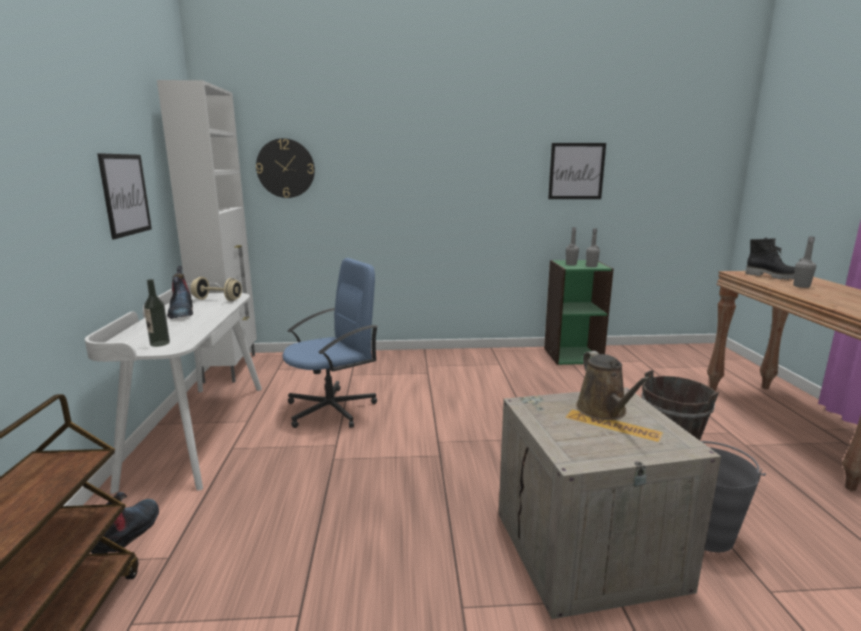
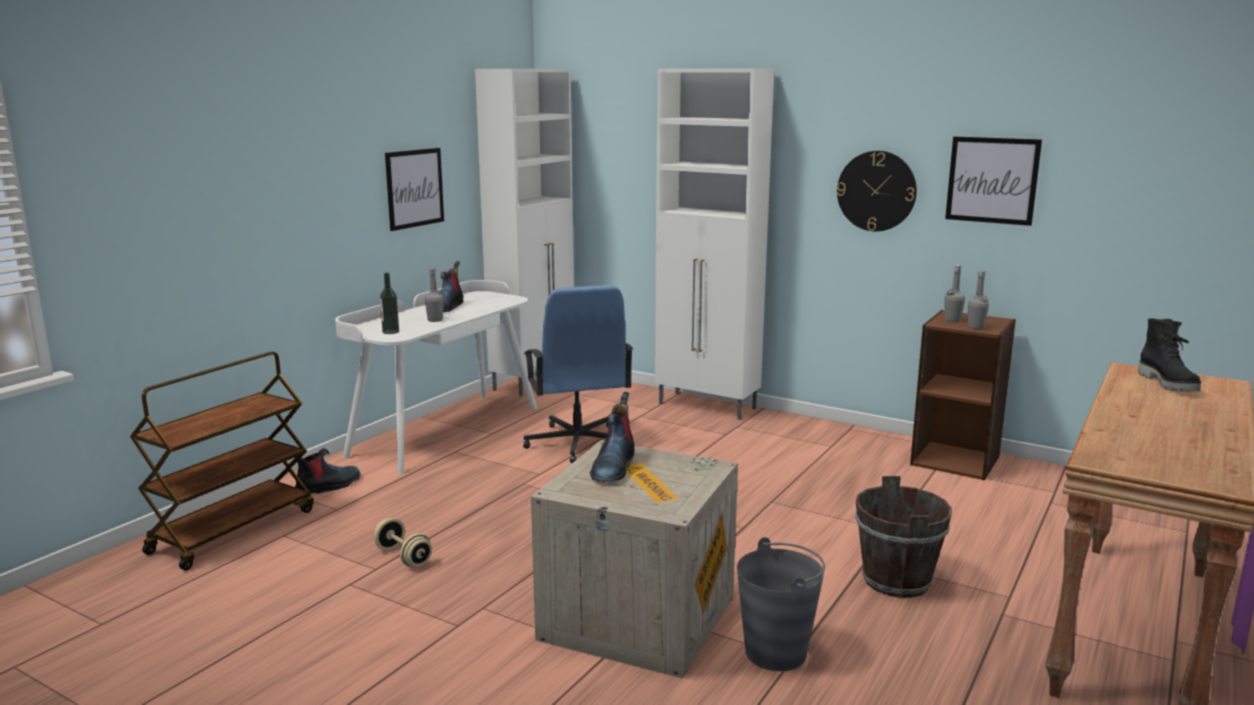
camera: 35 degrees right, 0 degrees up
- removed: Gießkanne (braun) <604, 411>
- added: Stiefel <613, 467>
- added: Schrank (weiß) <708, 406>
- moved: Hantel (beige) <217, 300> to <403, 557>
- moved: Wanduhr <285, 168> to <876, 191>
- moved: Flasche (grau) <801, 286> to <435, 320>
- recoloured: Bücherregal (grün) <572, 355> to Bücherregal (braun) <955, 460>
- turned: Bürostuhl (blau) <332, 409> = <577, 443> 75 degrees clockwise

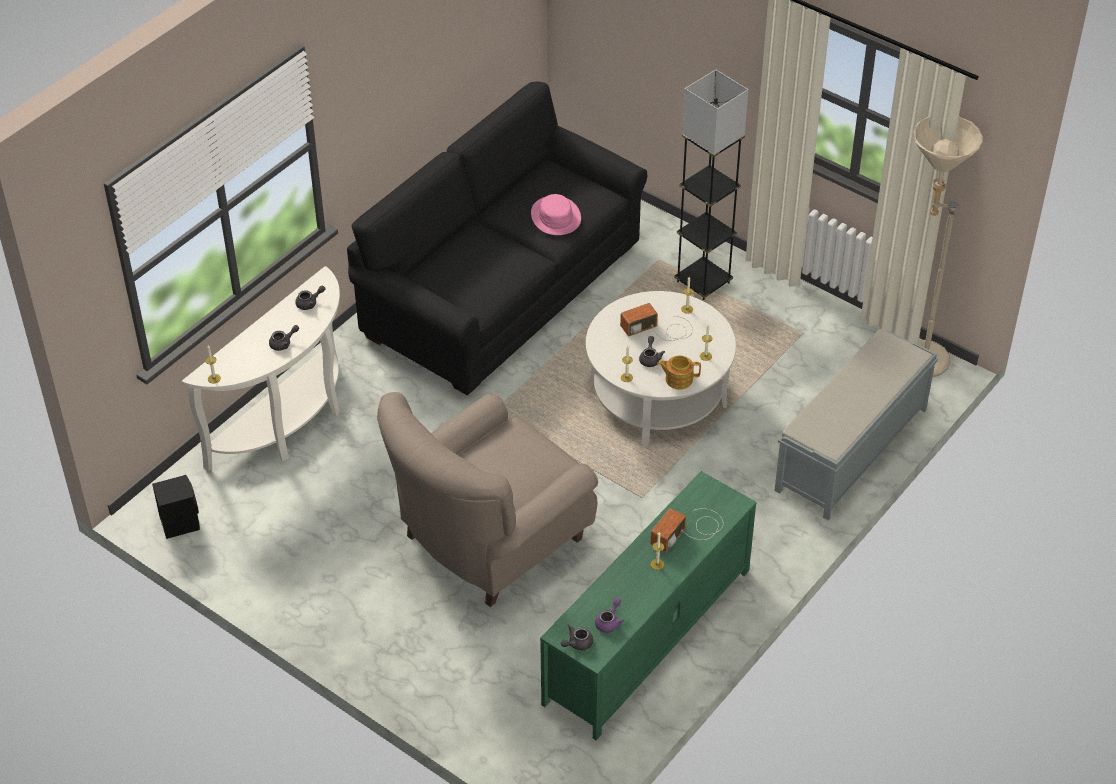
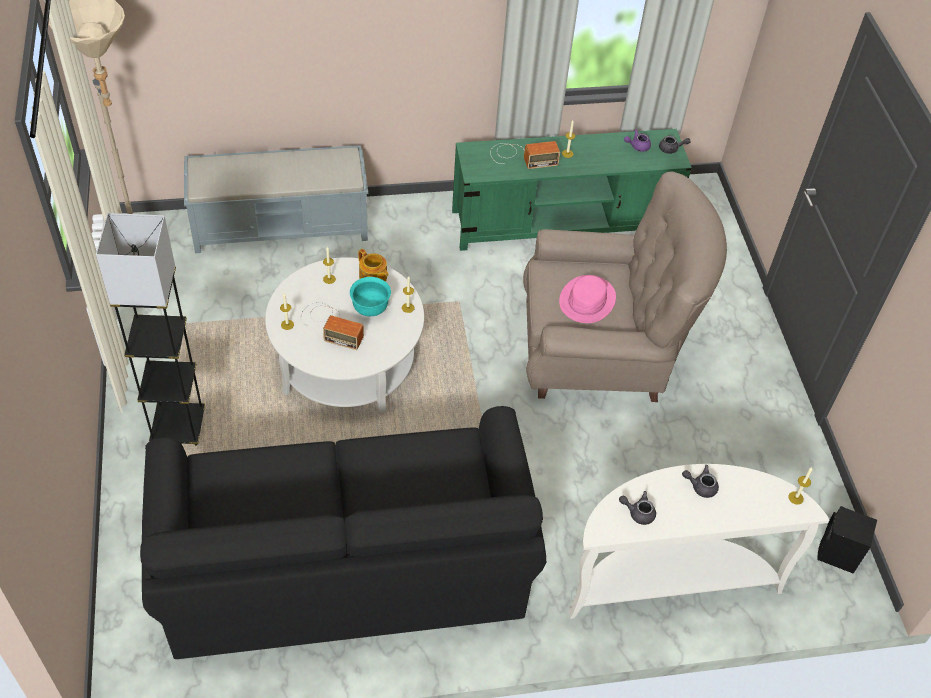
camera: 140 degrees left, 5 degrees up
- moved: Hut (rosa) <555, 217> to <587, 300>
- replaced: Teekanne (grau) <650, 358> to Schüssel (türkis) <370, 308>

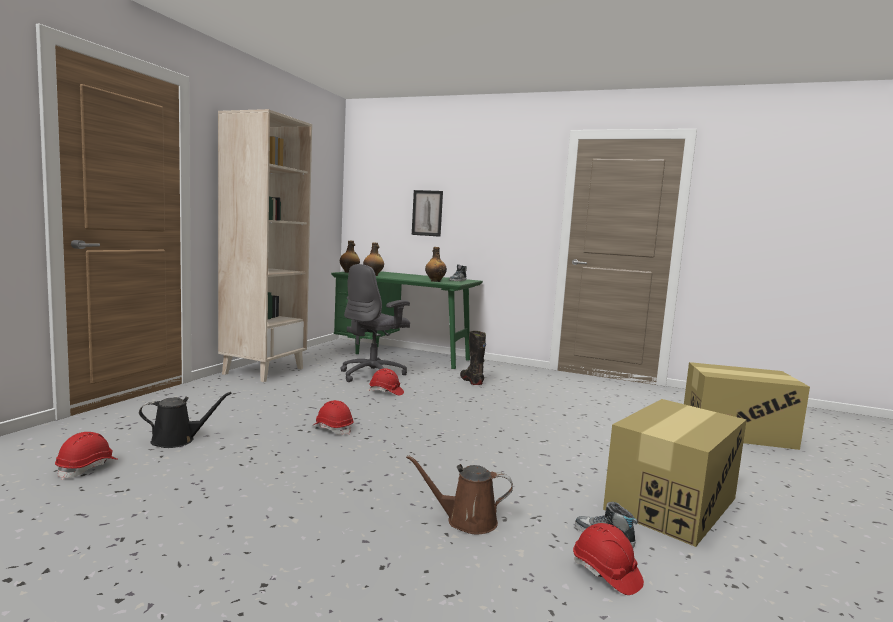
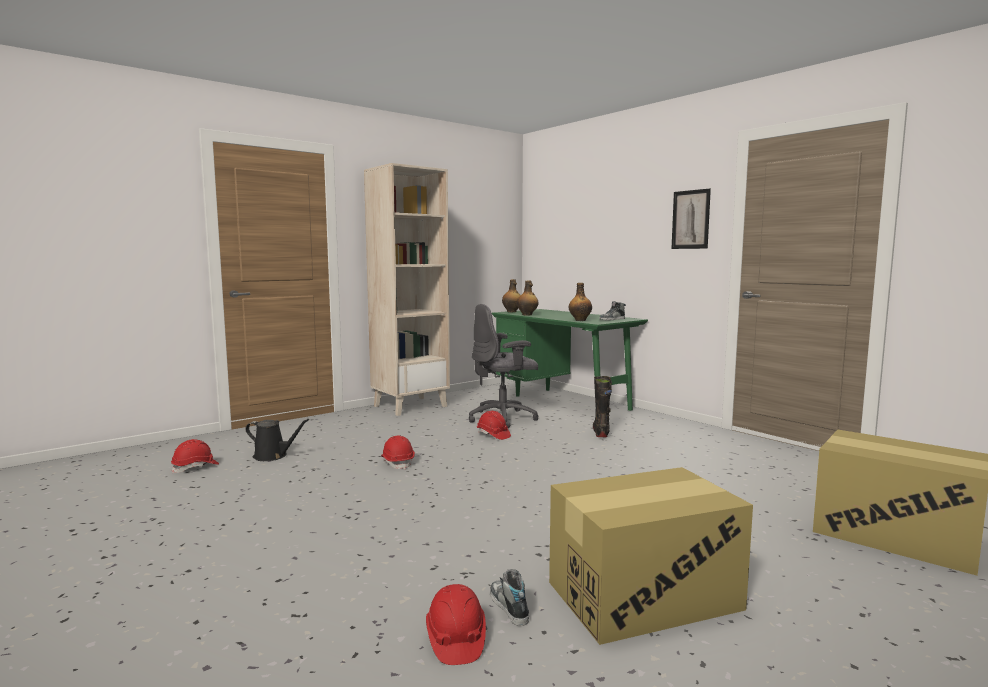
camera: 30 degrees right, 0 degrees up
- removed: Gießkanne (braun) <466, 521>
- moved: Bild <427, 213> to <690, 219>

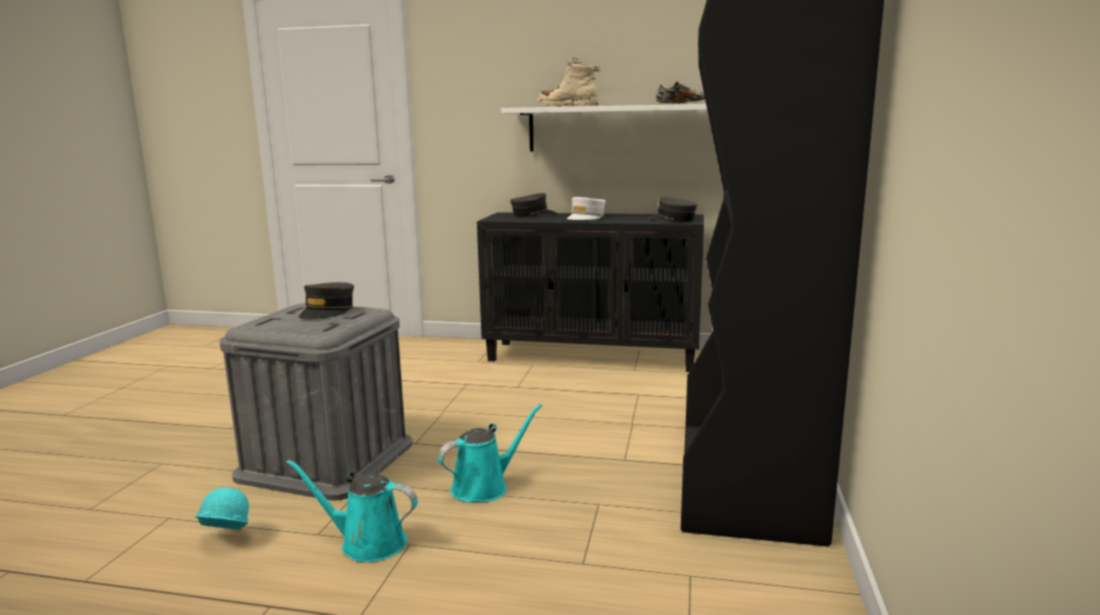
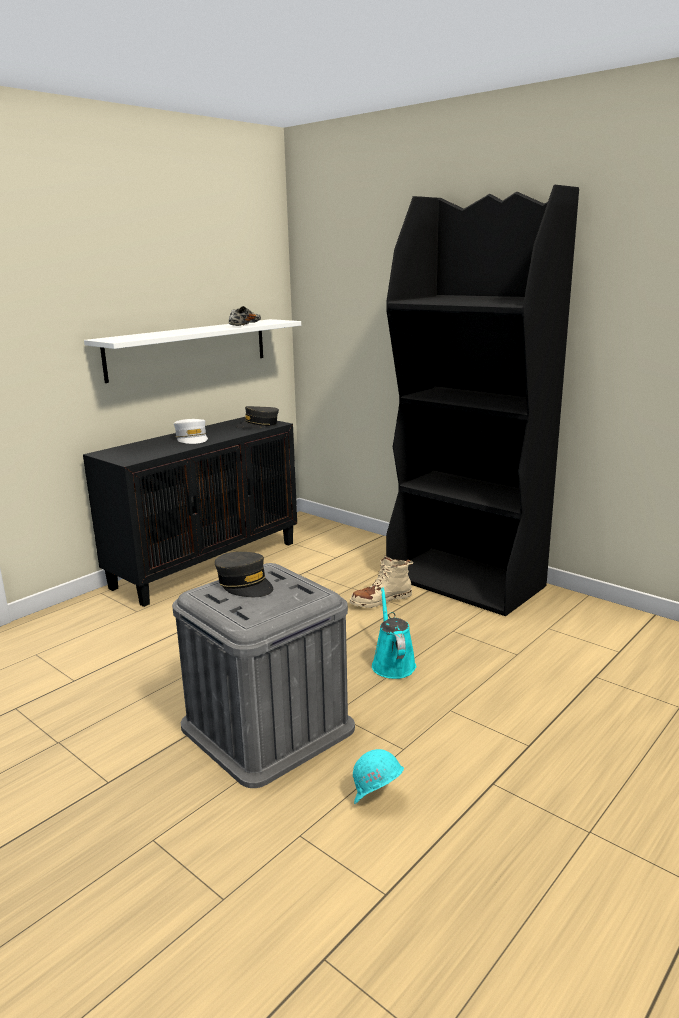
camera: 60 degrees left, 5 degrees up
- removed: Gießkanne (türkis) <367, 543>
- removed: Kappe (grau) <533, 214>
- moved: Stiefel (beige) <568, 106> to <381, 600>

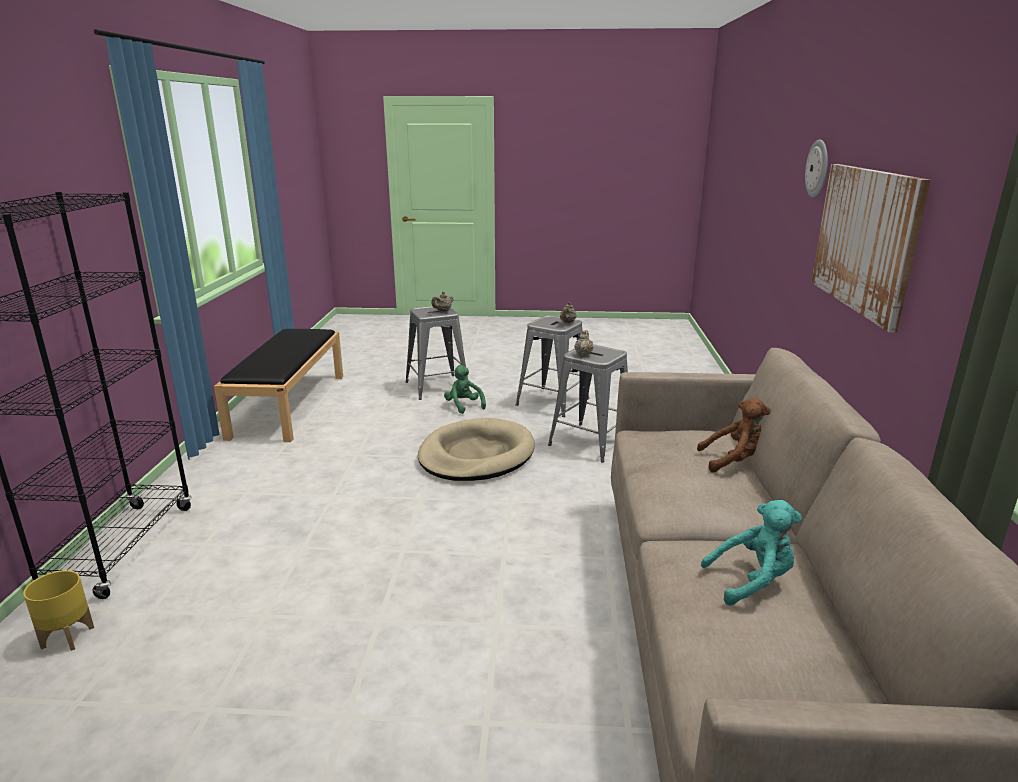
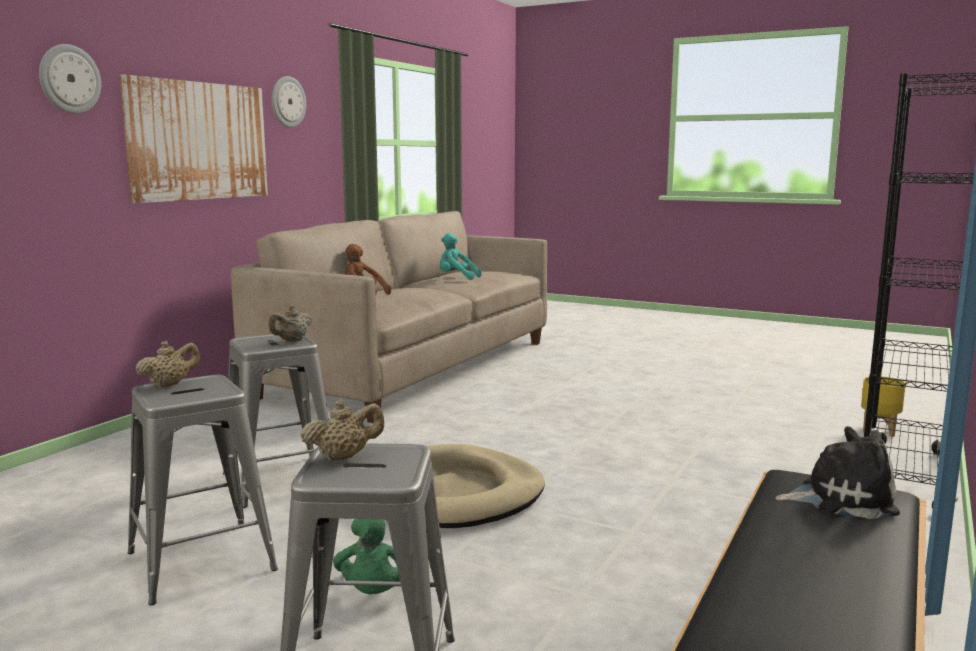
camera: 155 degrees left, 10 degrees down
- added: Wanduhr <287, 102>
- added: Plüschtier <841, 499>

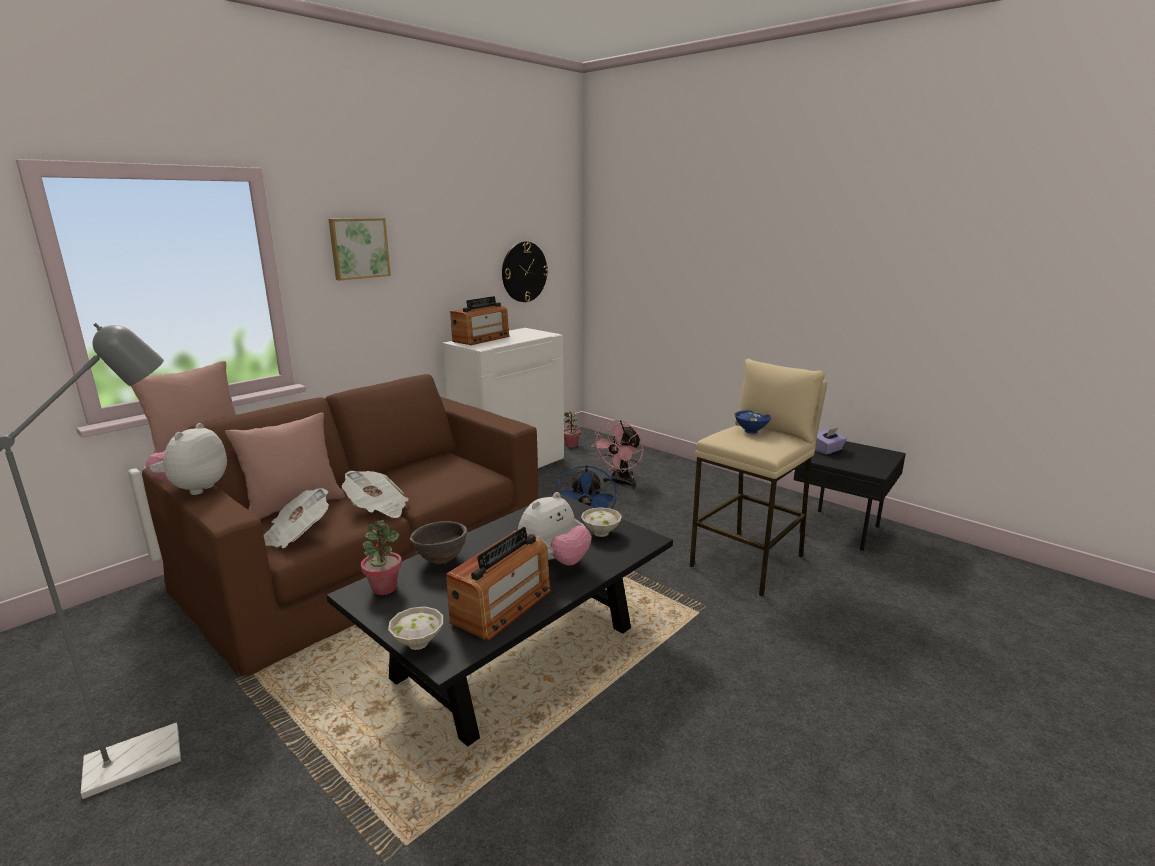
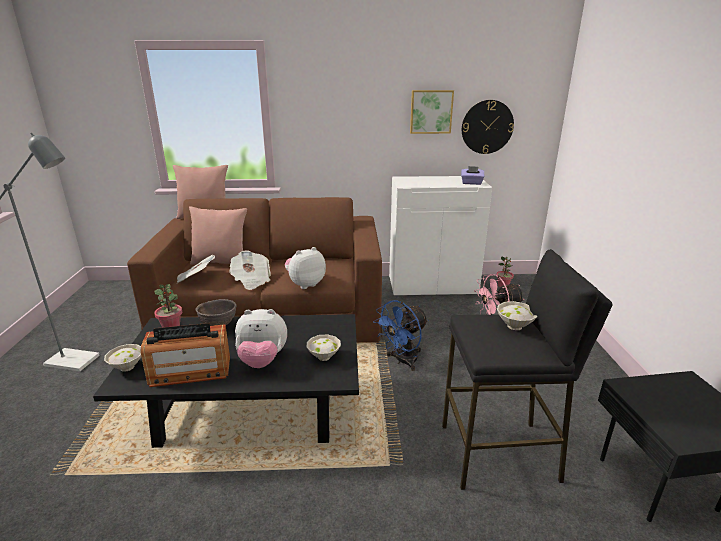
camera: 45 degrees right, 5 degrees up
- removed: Radio <481, 339>
- moved: Plüschtier <194, 489> to <305, 284>
- moved: Bild <359, 248> to <431, 111>
- moved: Taschentuchbox (lila) <828, 450> to <471, 183>
- recoloured: Hocker (beige) <749, 562> to Hocker (schwarz) <500, 454>
- recoloured: Schüssel (blau) <751, 431> to Schüssel (weiß) <515, 326>

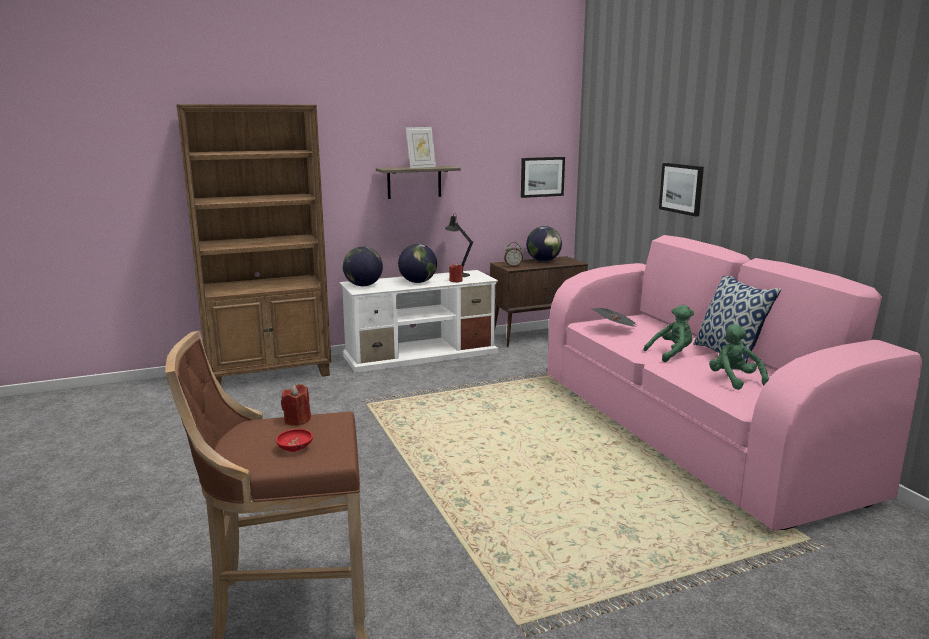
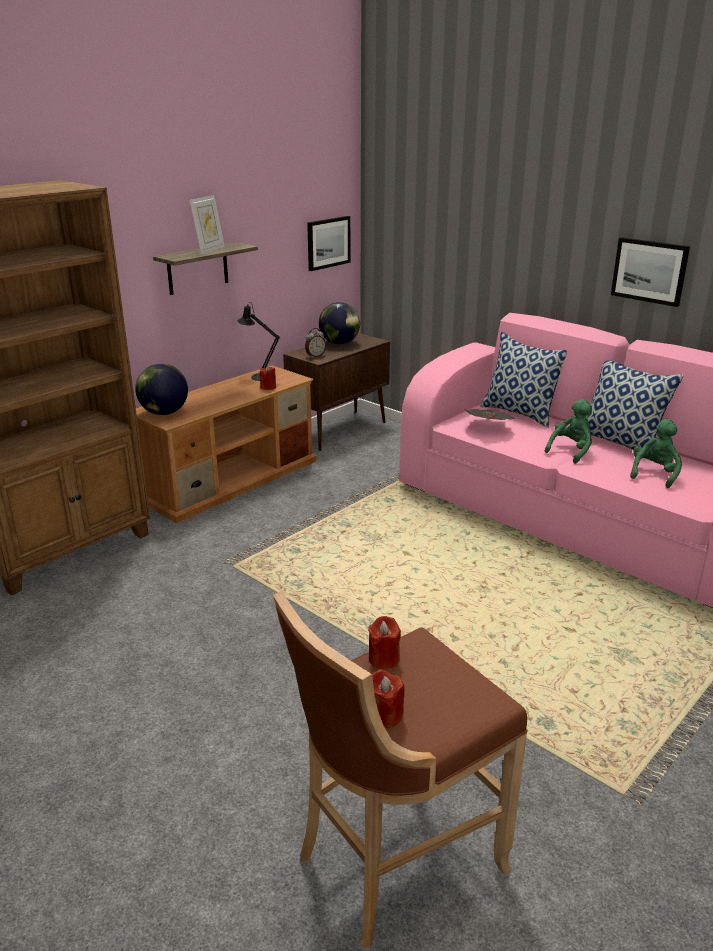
camera: 25 degrees left, 10 degrees up
- removed: Schüssel (rot) <295, 448>
- removed: Globus <418, 282>
- added: Kerze (rot) <385, 715>
- added: Kissen <520, 413>
- moved: Bild <681, 188> to <649, 271>
- recoloured: Fernsehschrank (weiß) <421, 354> to Fernsehschrank (braun) <232, 479>
- turned: Plüschtier (grün) <734, 380> = <654, 474> 75 degrees clockwise

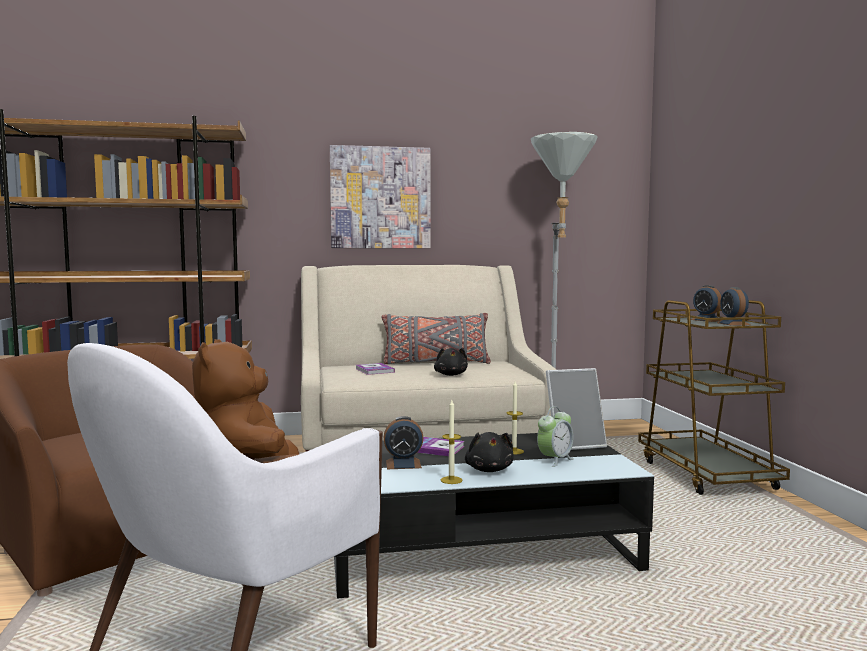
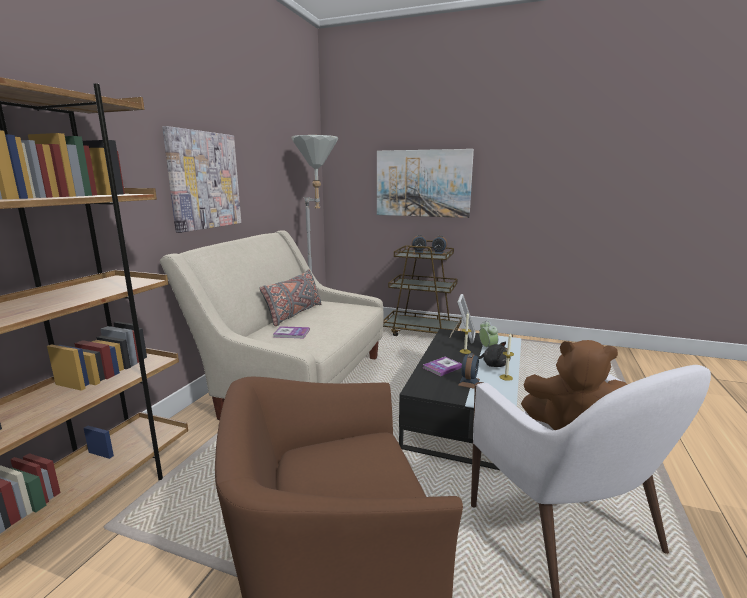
camera: 60 degrees left, 10 degrees up
- removed: Plüschtier (schwarz) <451, 375>
- added: Bild <423, 183>

